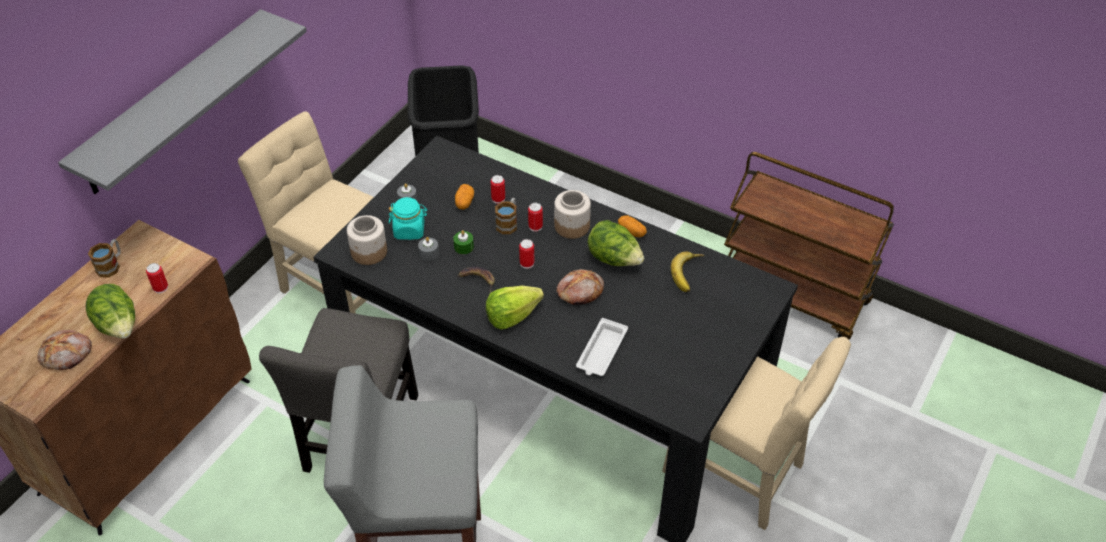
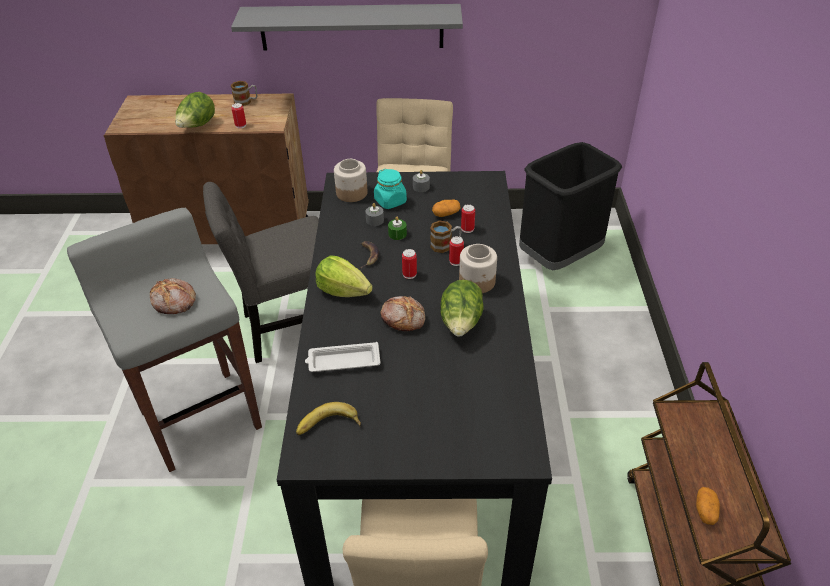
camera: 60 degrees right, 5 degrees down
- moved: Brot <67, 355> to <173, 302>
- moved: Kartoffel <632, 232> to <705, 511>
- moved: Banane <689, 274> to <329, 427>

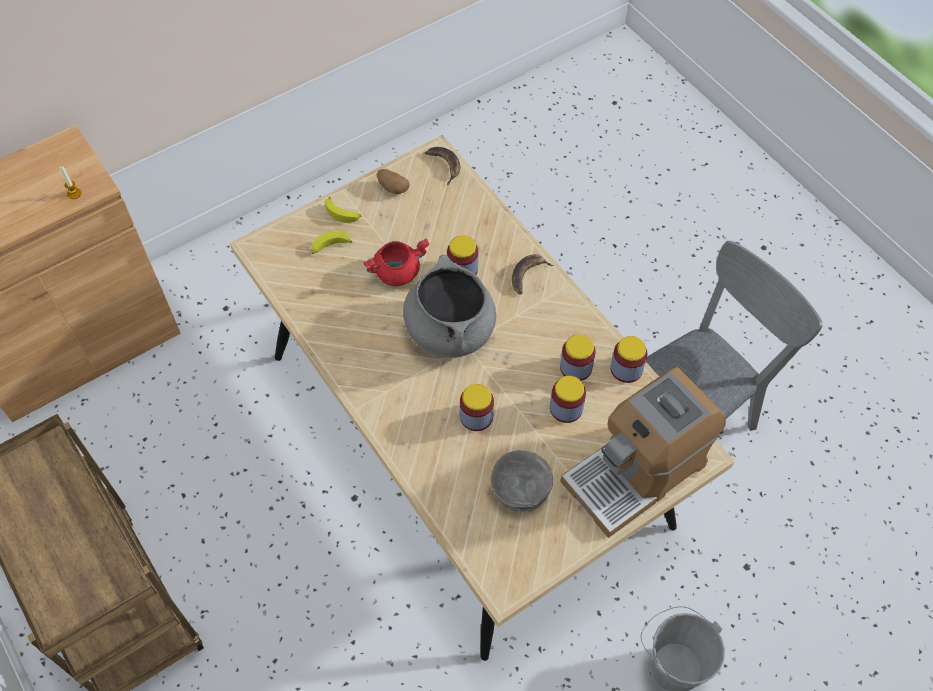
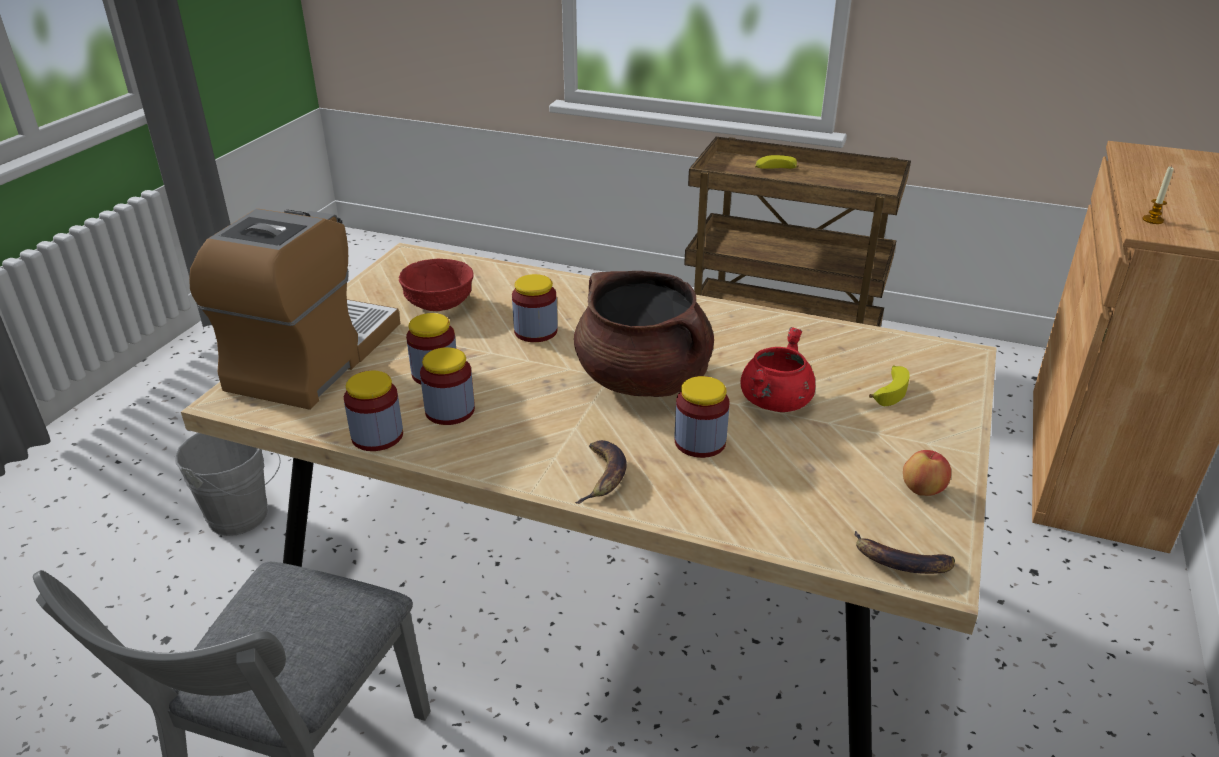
camera: 145 degrees right, 25 degrees down
- moved: Banane <343, 213> to <774, 170>
- replaced: Kartoffel <392, 187> to Apfel <922, 489>
- recoloured: Kochtopf (grau) <449, 330> to Kochtopf (braun) <644, 380>
- recoloured: Schüssel (grau) <521, 490> to Schüssel (rot) <438, 305>

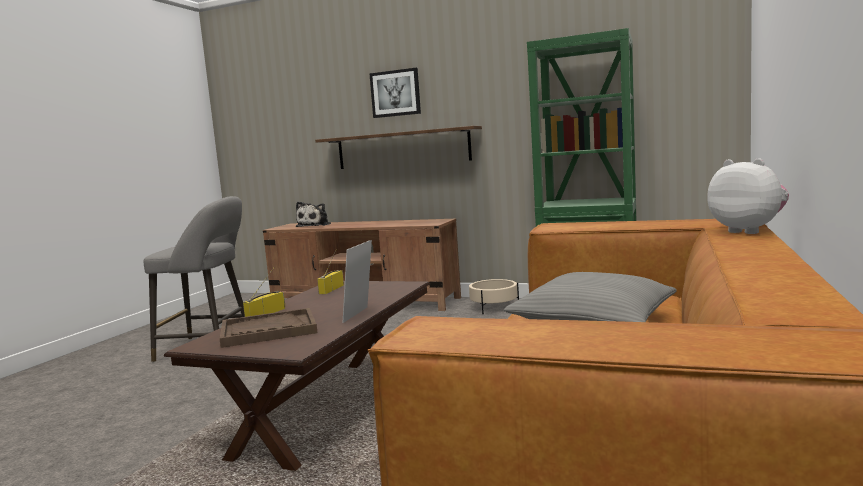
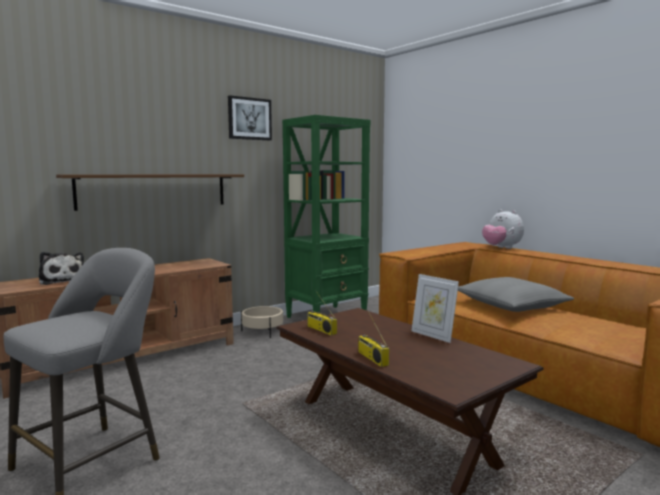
camera: 60 degrees left, 0 degrees up
- removed: Tablett (braun) <268, 330>
- moved: Bild <395, 93> to <249, 118>
- turned: Plüschtier <748, 231> = <501, 248> 120 degrees counterclockwise

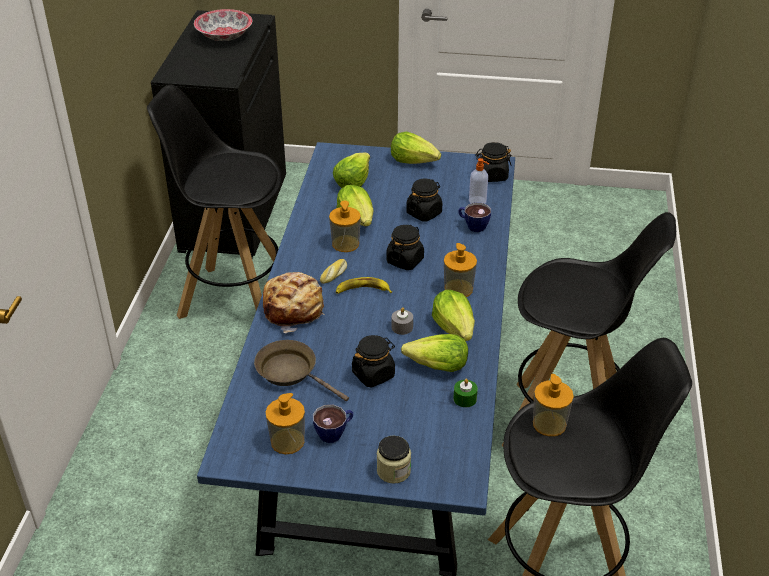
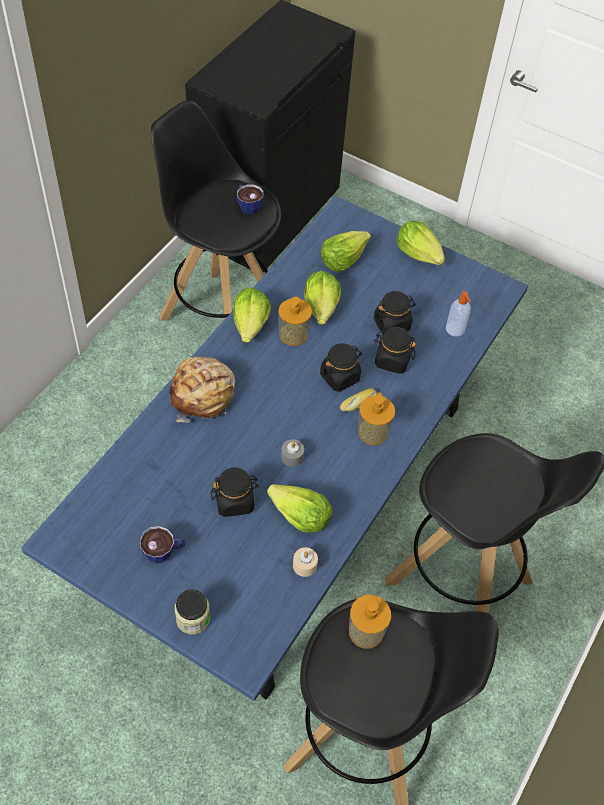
camera: 20 degrees right, 15 degrees up
- removed: Schüssel <225, 36>
- removed: Pfanne (braun) <291, 372>
- removed: Seifenspender <287, 441>
- removed: Banane <362, 290>
- moved: Brot <334, 275> to <358, 403>
- moved: Salatkopf <455, 328> to <251, 325>
- moved: Tasse <472, 225> to <247, 206>
- moved: Vorratsglas (schwarz) <492, 175> to <392, 360>
- recoloured: Kerze (grün) <465, 398> to Kerze (beige) <304, 565>

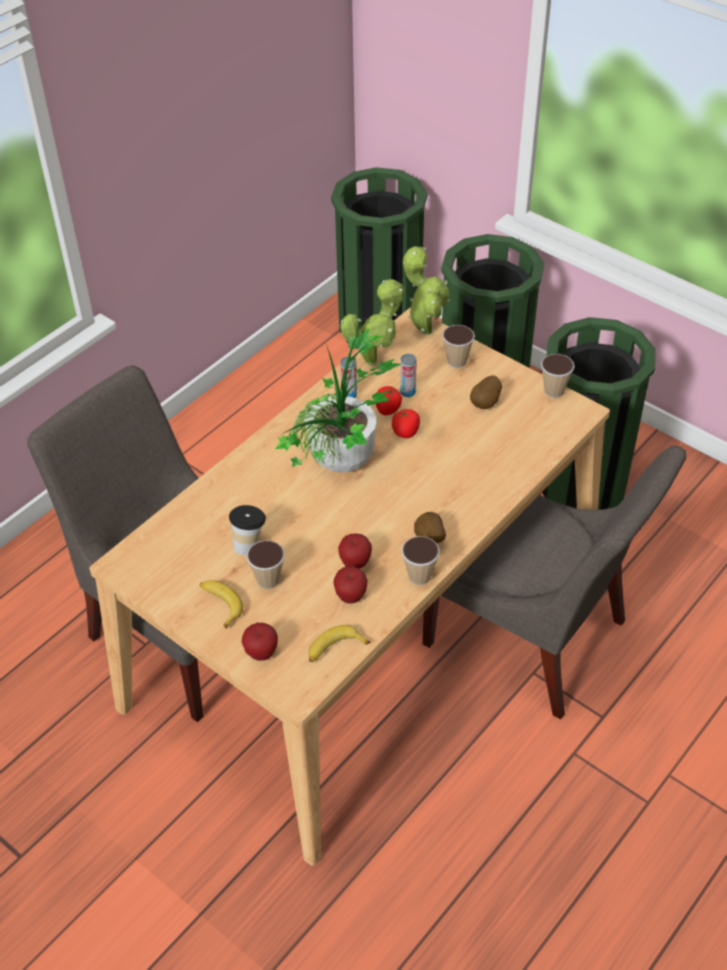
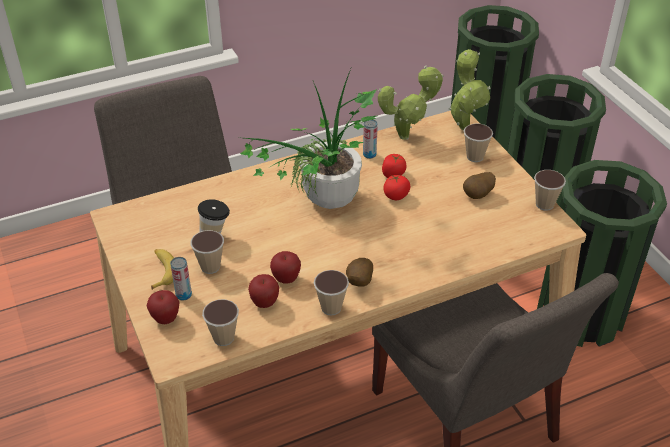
camera: 25 degrees right, 5 degrees down
- moved: Dose <407, 392> to <183, 295>
- replaced: Banane <334, 649> to Tasse <223, 338>

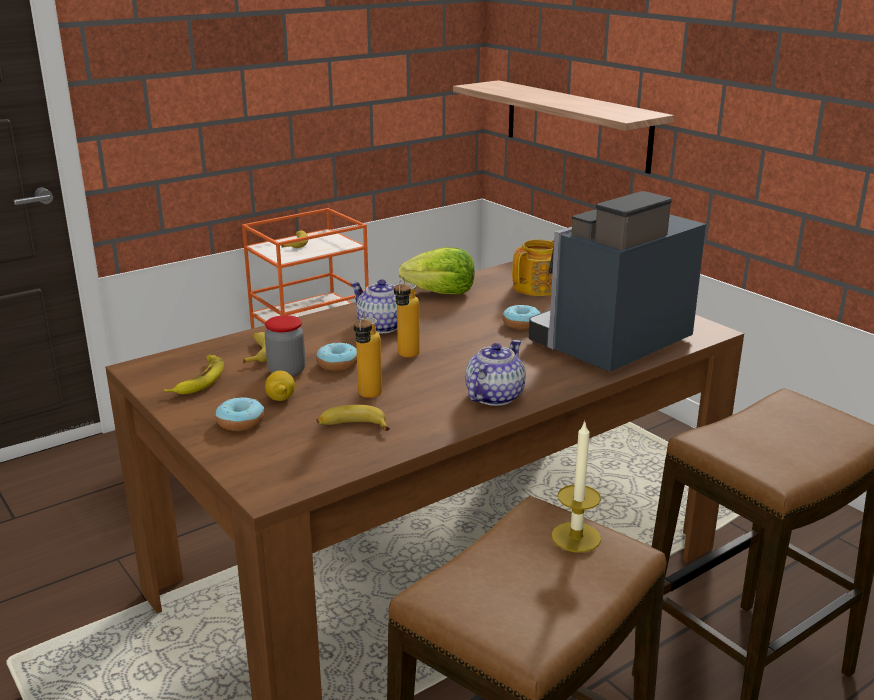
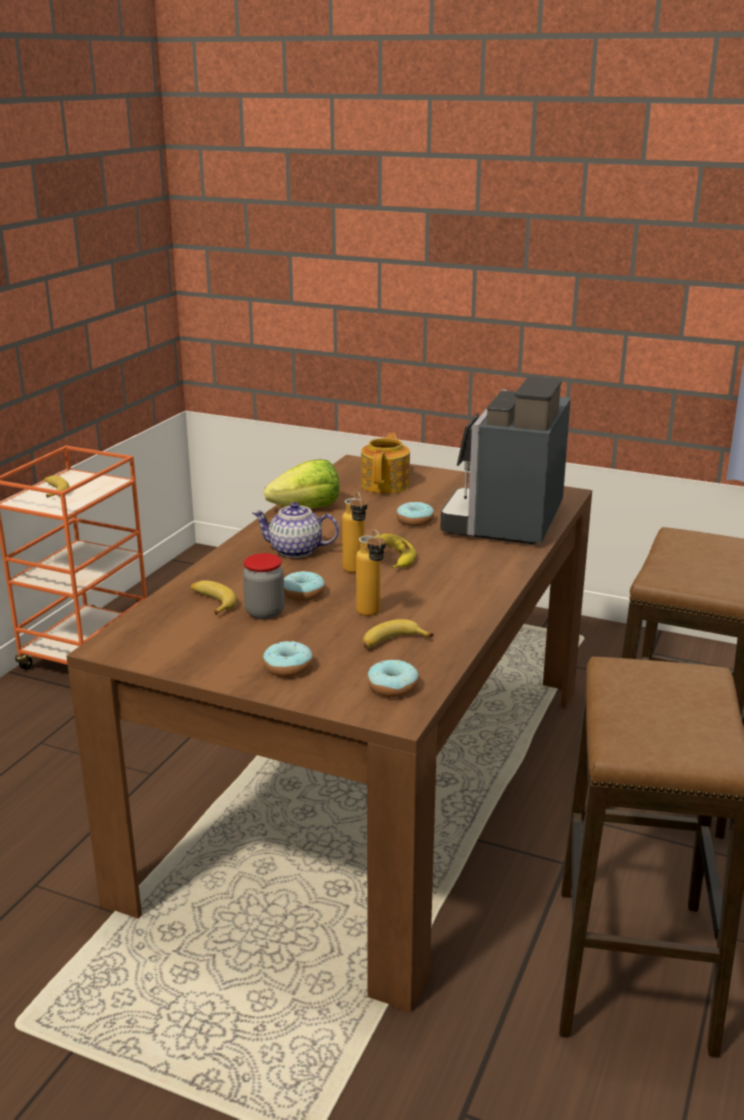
camera: 30 degrees left, 0 degrees up
- removed: Zitrone <280, 398>
- removed: Wandregal <576, 125>
- removed: Teekanne <493, 396>
- removed: Kerze <576, 537>
- added: Donut <393, 687>
- moved: Banane <199, 379> to <394, 555>

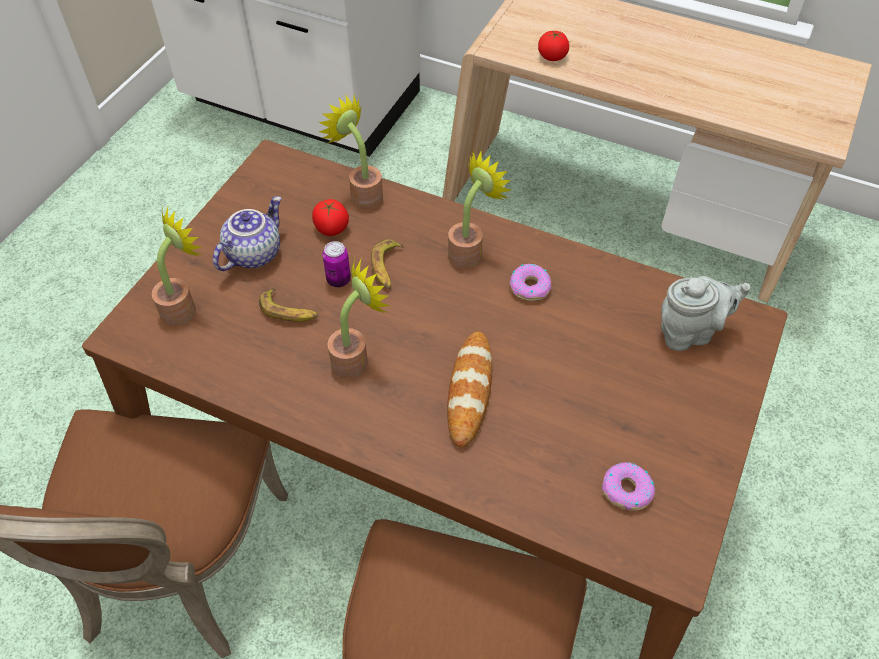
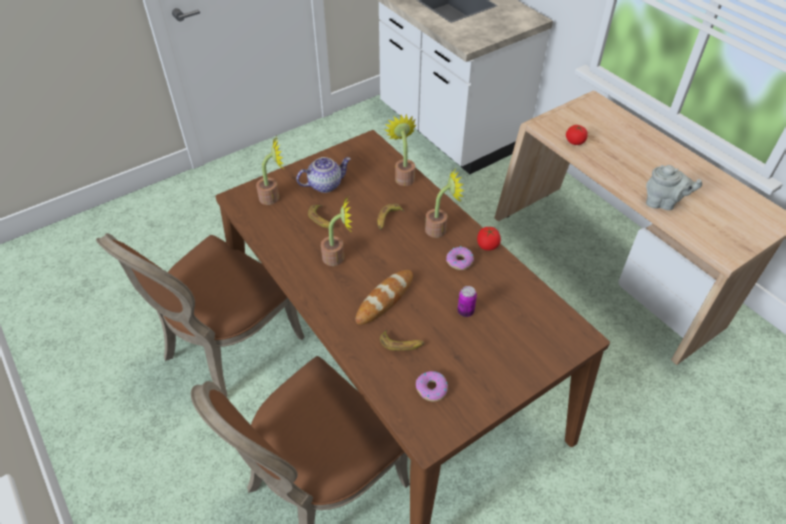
camera: 30 degrees right, 5 degrees down
- added: Banane <401, 344>
- moved: Tomate <331, 228> to <487, 245>
- moved: Dose <338, 280> to <465, 311>
- moved: Teekanne (grau) <690, 332> to <663, 203>

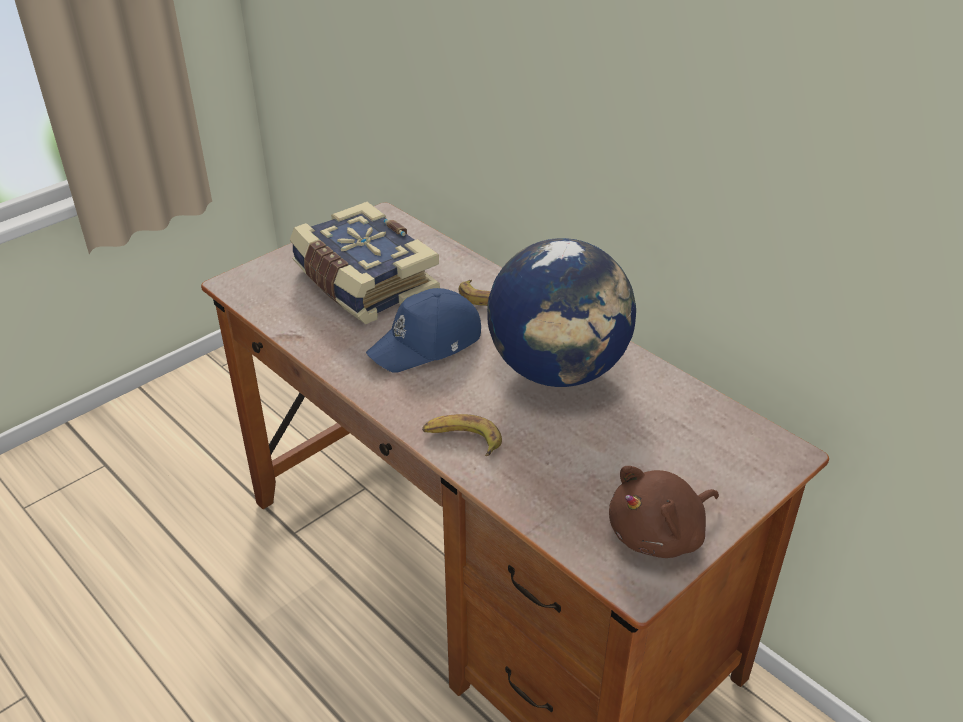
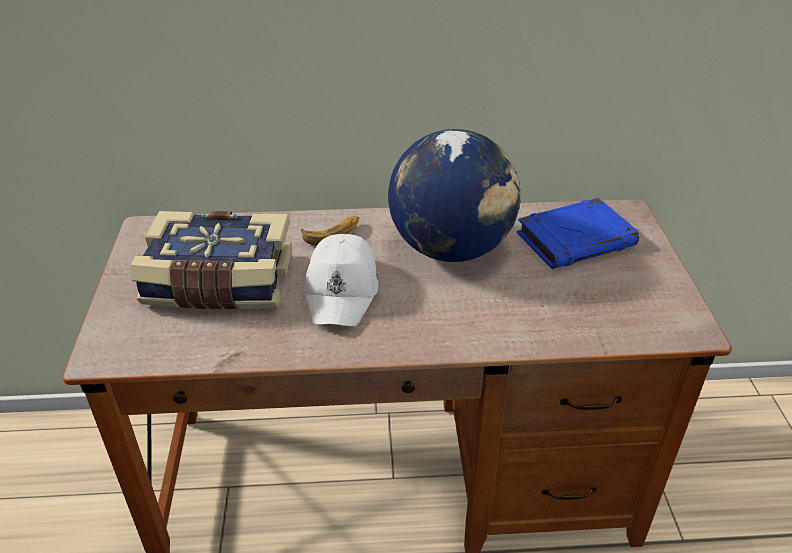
camera: 50 degrees left, 0 degrees up
- removed: Banane <462, 439>
- removed: Plüschtier (braun) <660, 534>
- added: Buch (blau) <576, 239>
- recoloured: Kappe (blau) <427, 343> to Kappe (weiß) <343, 290>

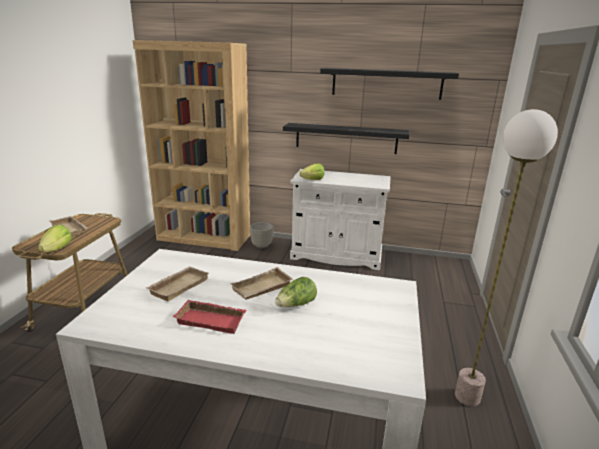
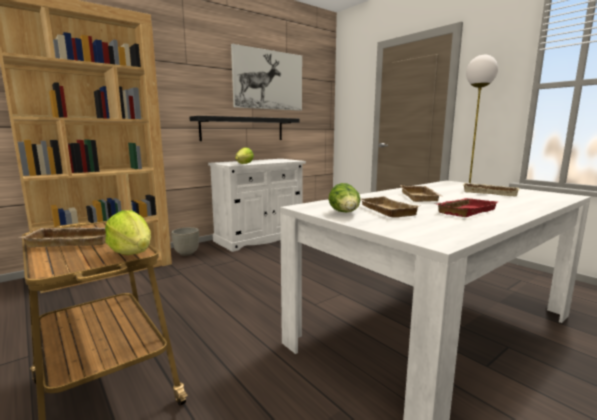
camera: 50 degrees left, 10 degrees down
- added: Tablett (beige) <490, 192>
- moved: Salatkopf <296, 305> to <345, 213>
- replaced: Wandregal (schwarz) <386, 83> to Bild <268, 80>

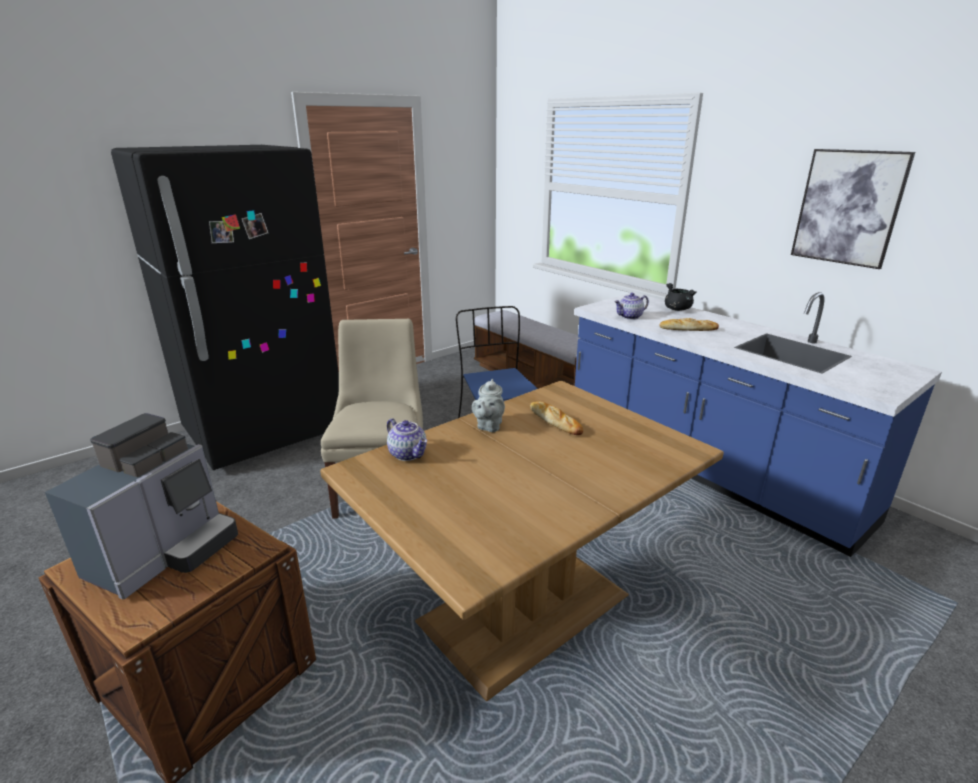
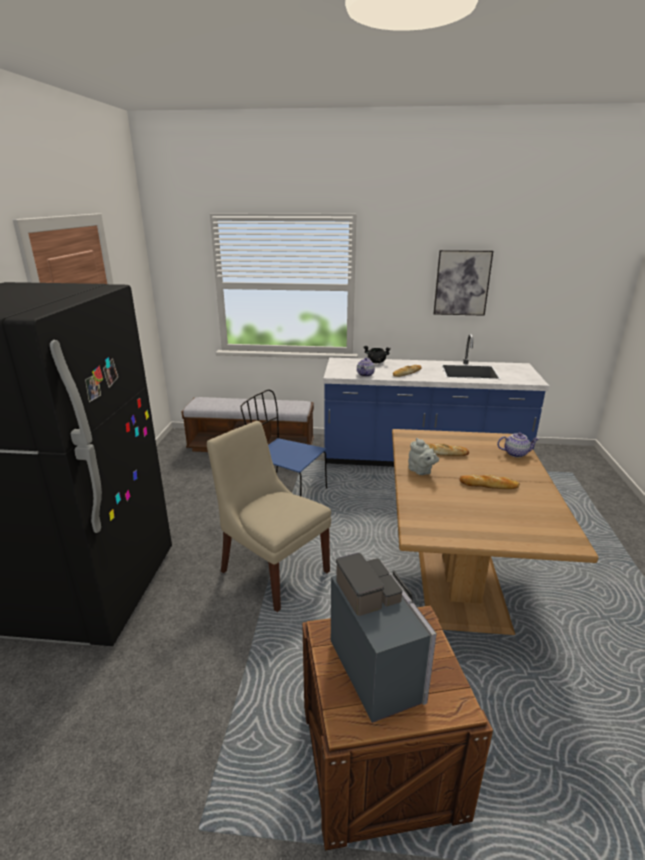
camera: 45 degrees left, 0 degrees up
- added: Brot <489, 485>
- moved: Teekanne <408, 454> to <515, 453>

